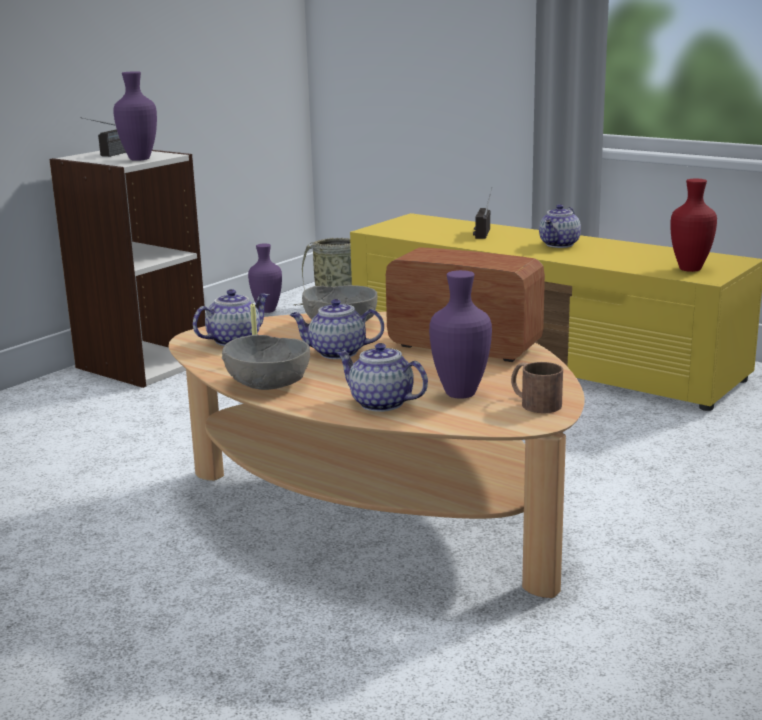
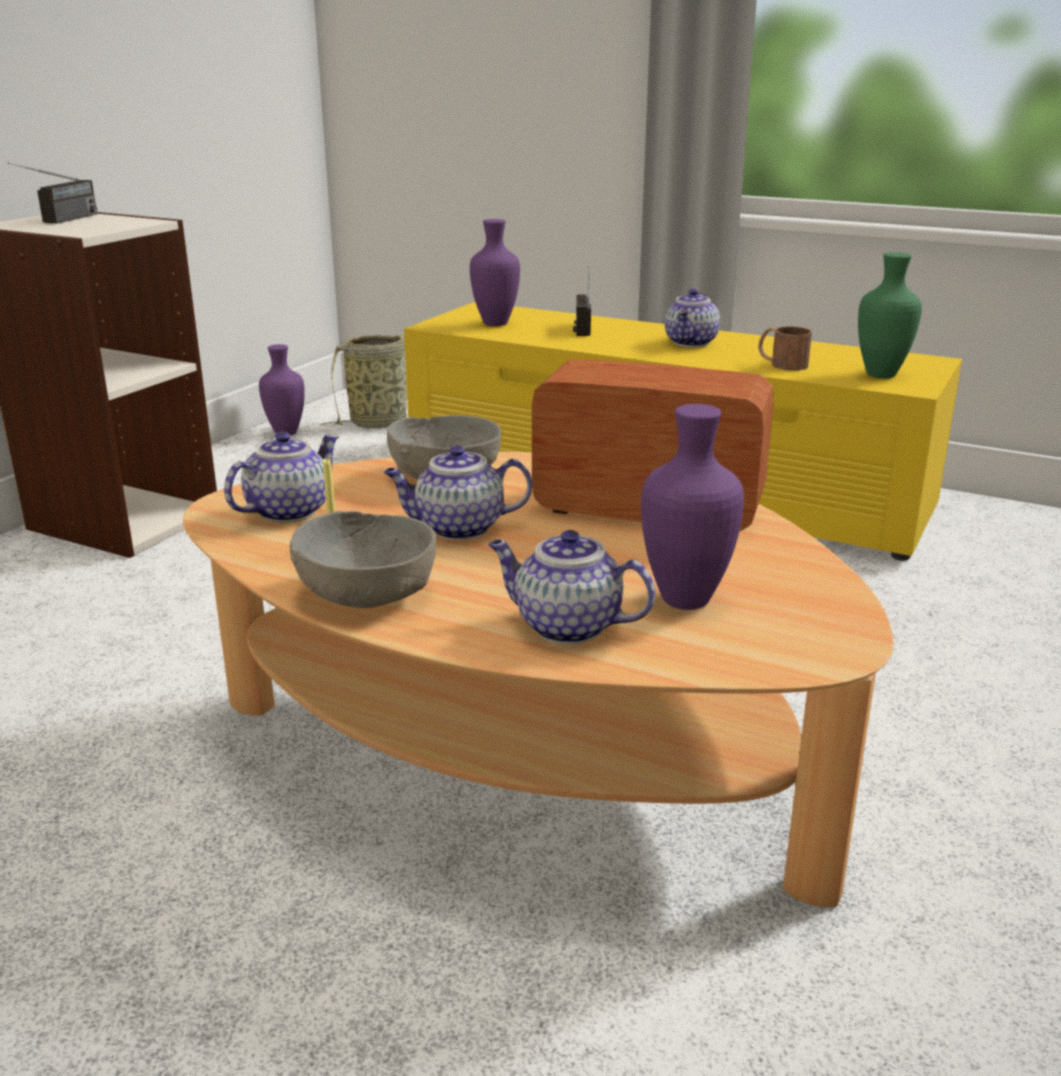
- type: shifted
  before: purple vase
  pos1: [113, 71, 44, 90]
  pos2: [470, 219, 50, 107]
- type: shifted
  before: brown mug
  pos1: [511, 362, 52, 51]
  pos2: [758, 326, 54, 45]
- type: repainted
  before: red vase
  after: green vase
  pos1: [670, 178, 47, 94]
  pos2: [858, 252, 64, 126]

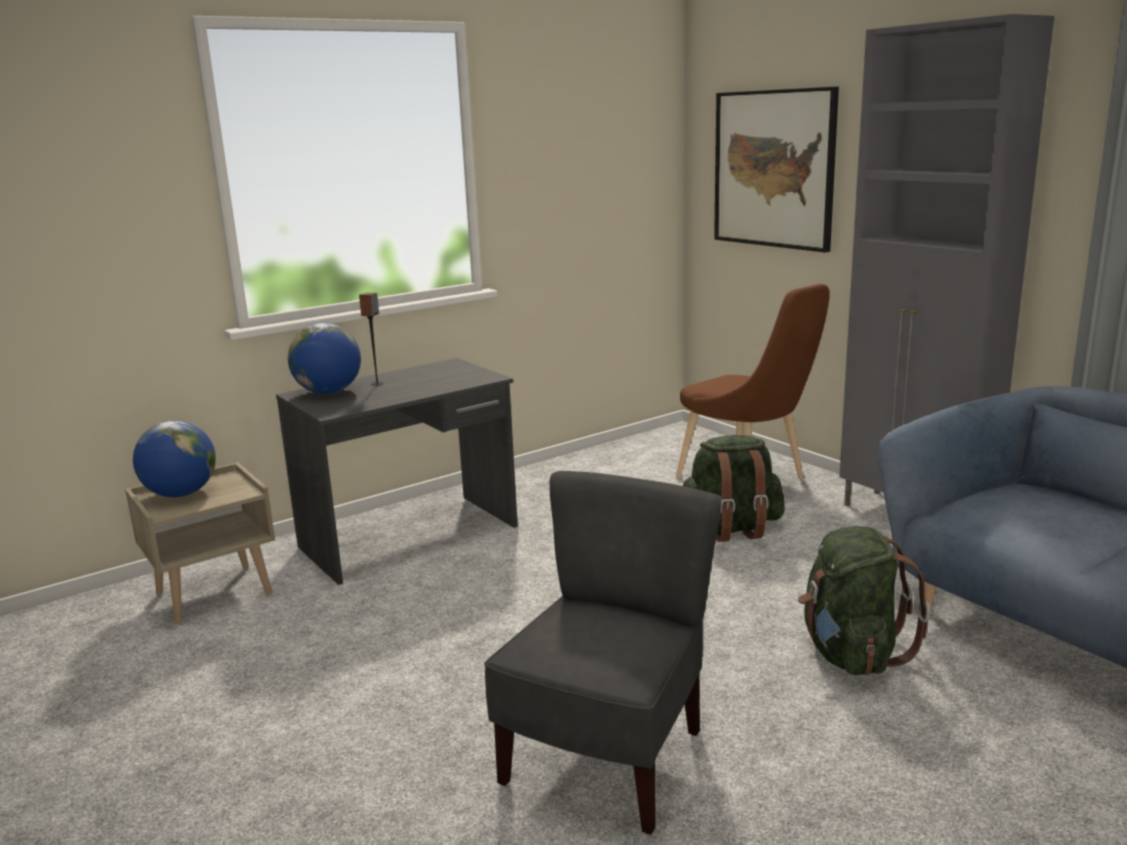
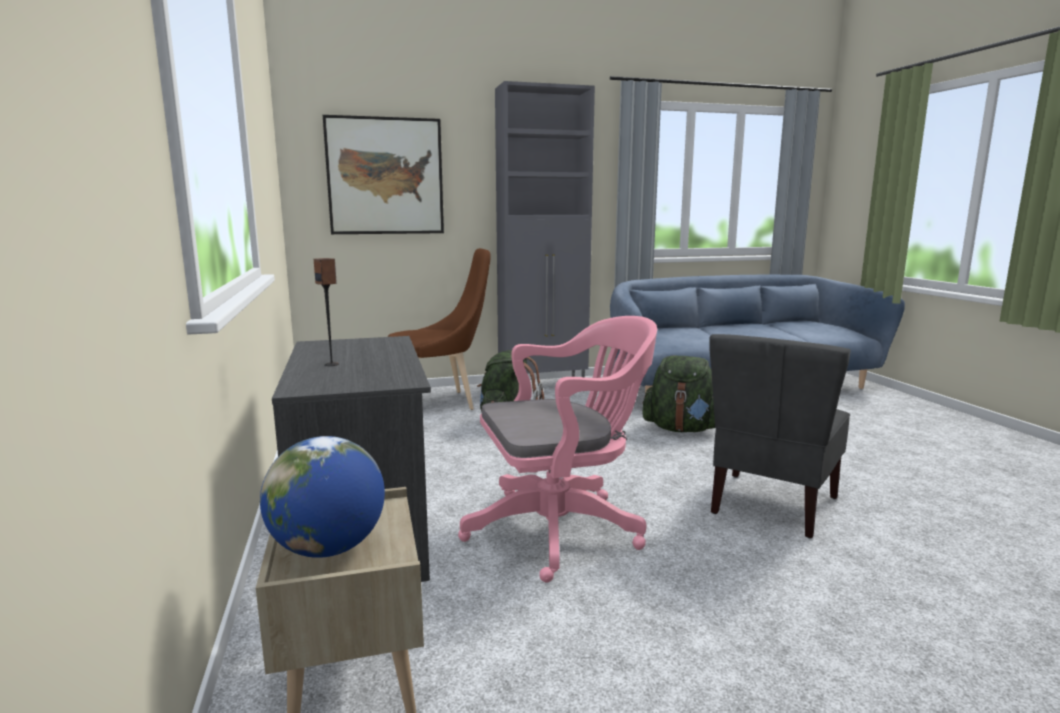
- type: gone
  before: globe
  pos1: [288, 323, 73, 71]
- type: new
  after: pink office chair
  pos2: [458, 316, 199, 267]
- type: rotated
  before: grey chair
  pos1: [484, 471, 238, 364]
  pos2: [709, 334, 142, 204]
  turn: -105

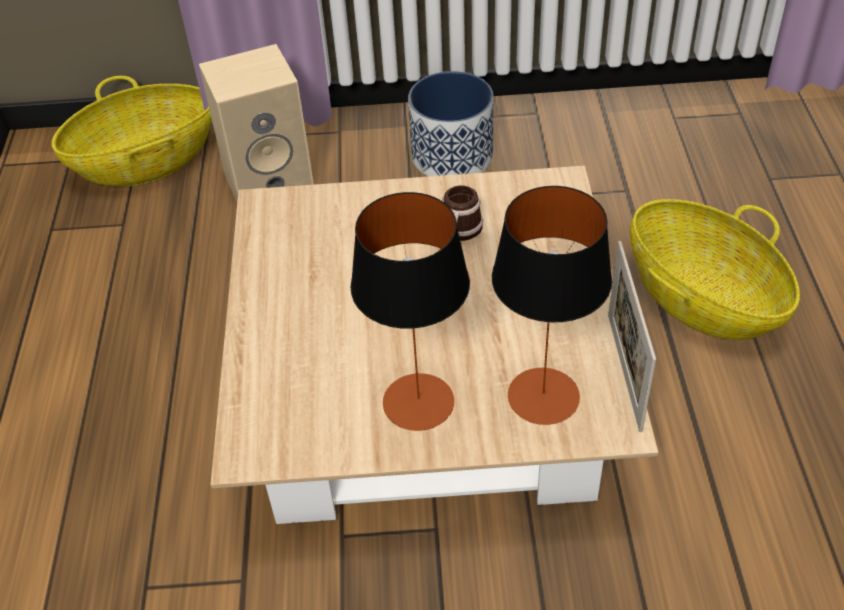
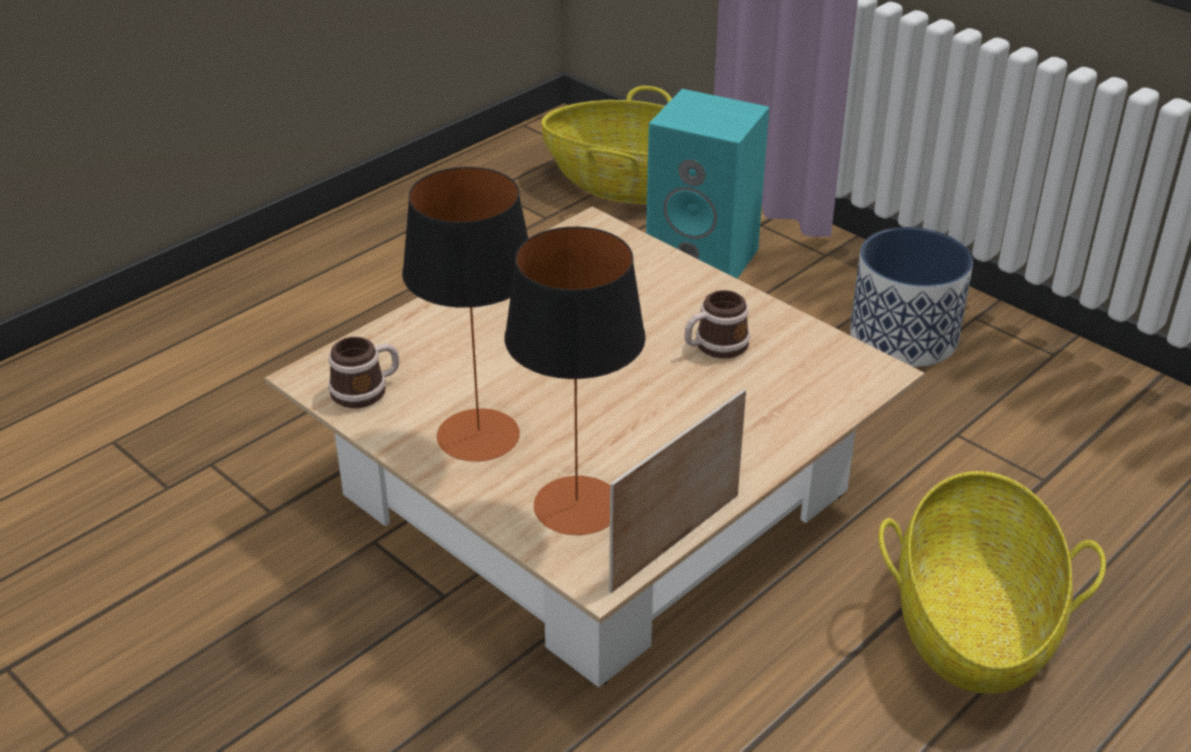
- type: new
  after: mug
  pos2: [328, 337, 72, 71]
- type: repainted
  before: beige speaker
  after: turquoise speaker
  pos1: [199, 44, 115, 157]
  pos2: [646, 89, 123, 190]

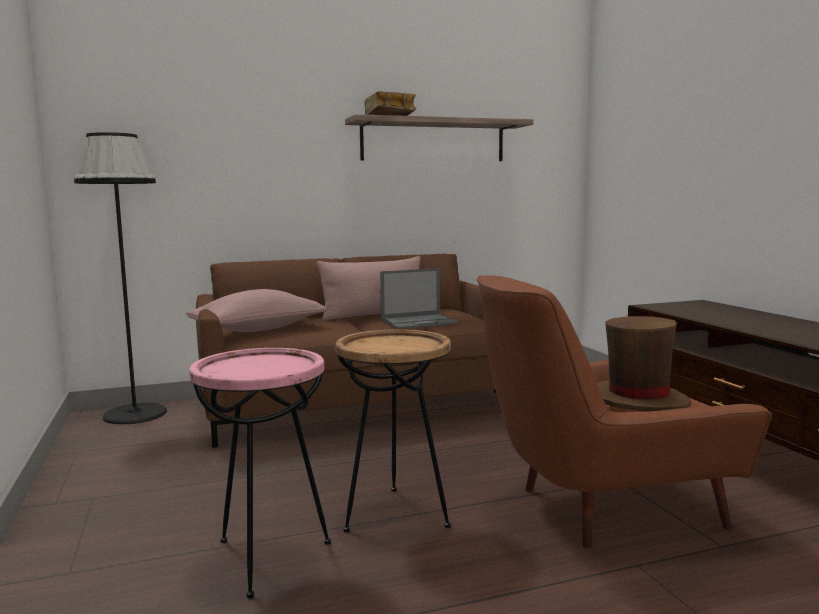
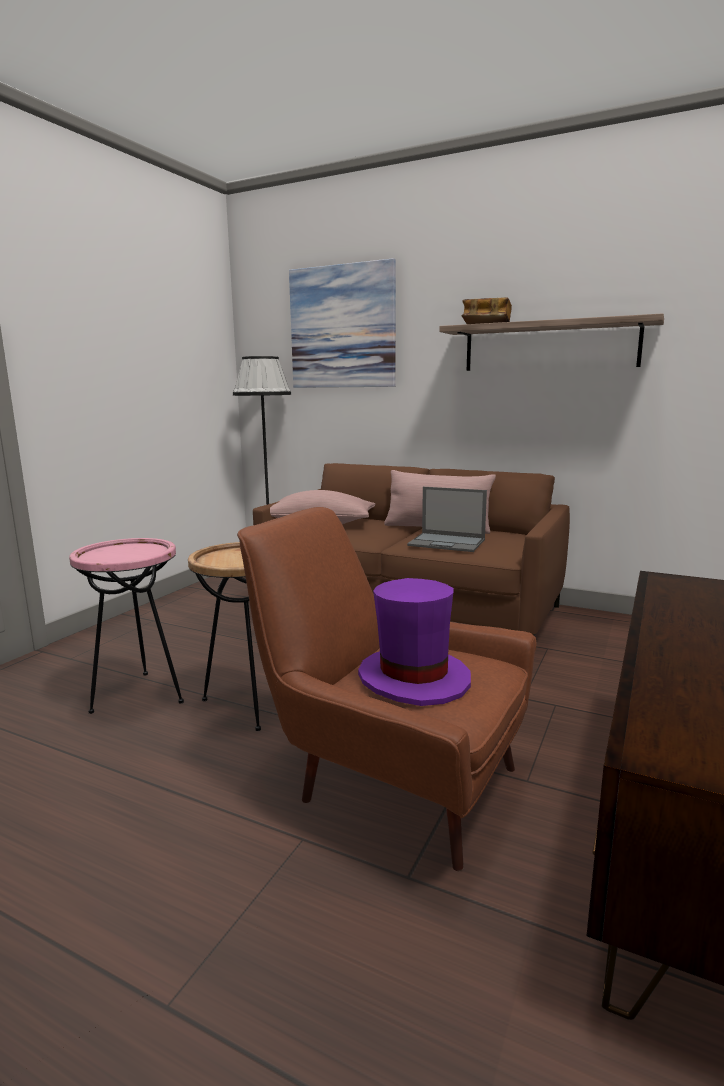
- type: new
  after: picture
  pos2: [289, 258, 107, 130]
- type: repainted
  before: brown hat
  after: purple hat
  pos1: [597, 316, 94, 96]
  pos2: [358, 578, 113, 128]

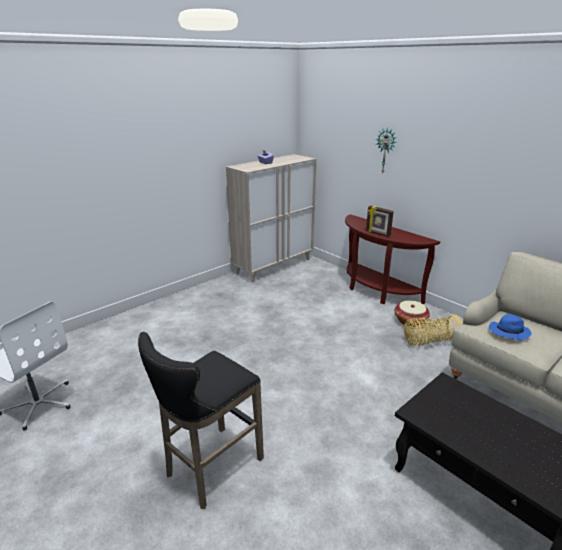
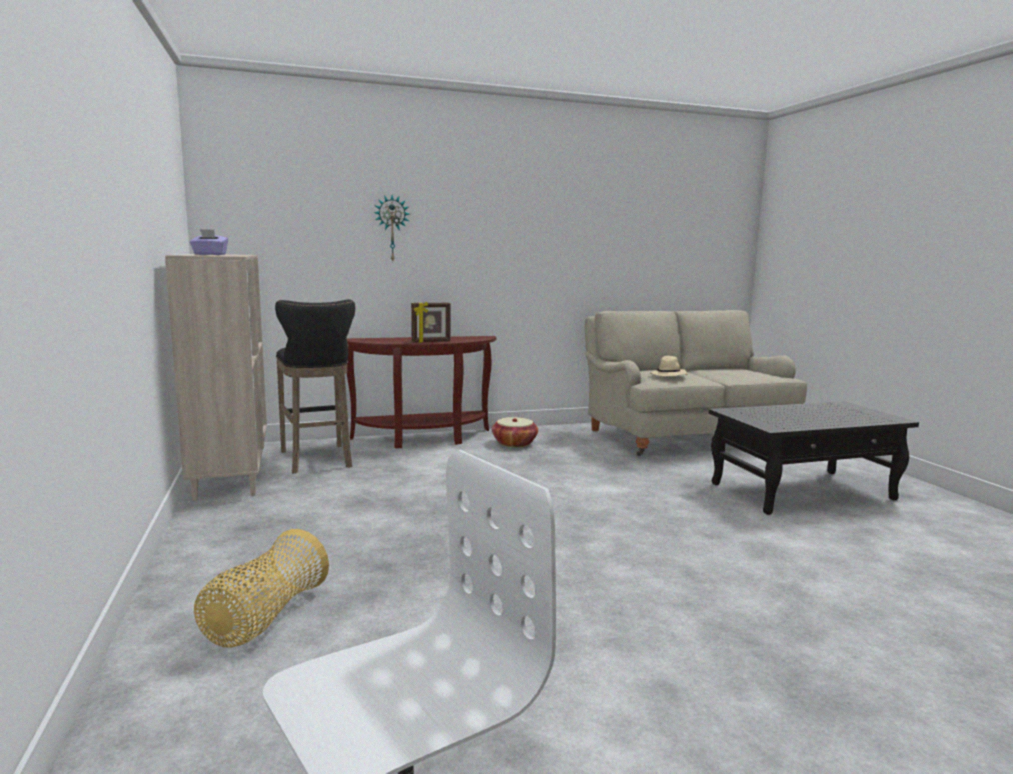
- type: shifted
  before: black stool
  pos1: [138, 332, 126, 177]
  pos2: [275, 300, 80, 174]
- type: shifted
  before: basket
  pos1: [404, 314, 58, 32]
  pos2: [194, 529, 135, 119]
- type: repainted
  before: blue hat
  after: beige hat
  pos1: [489, 314, 43, 27]
  pos2: [650, 356, 37, 20]

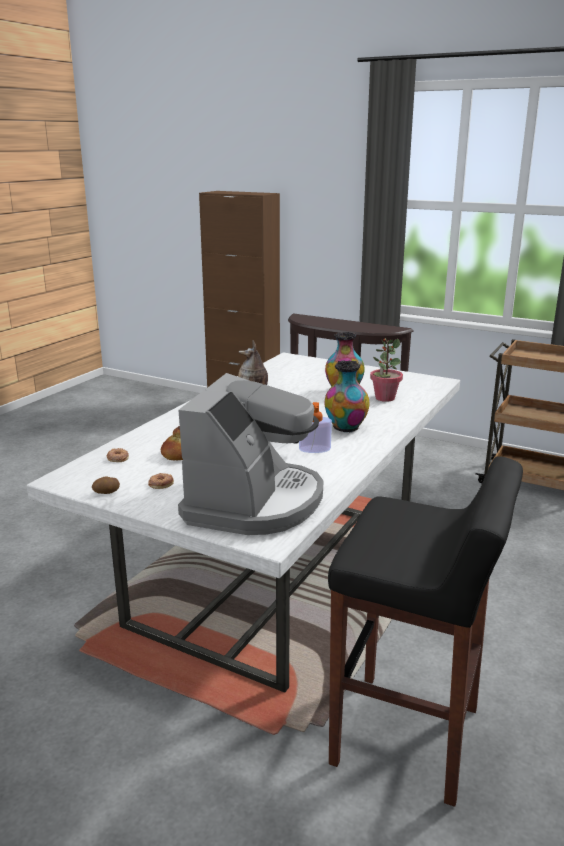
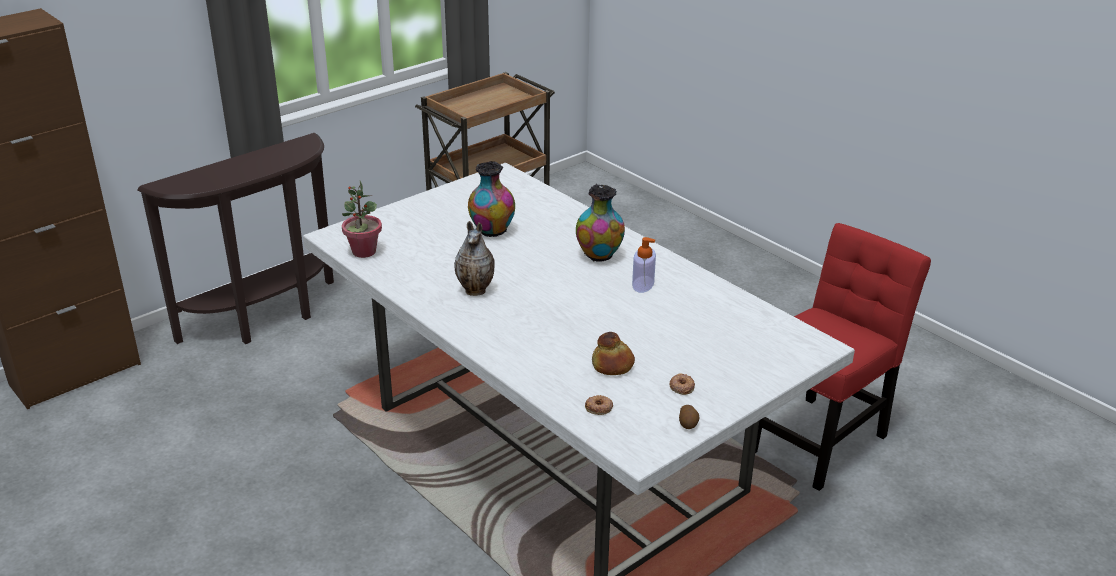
- type: gone
  before: coffee machine
  pos1: [178, 373, 145, 162]
- type: shifted
  before: potted plant
  pos1: [370, 338, 33, 64]
  pos2: [342, 181, 40, 77]
- type: swapped
  before: black stool
  after: red chair
  pos1: [328, 456, 195, 351]
  pos2: [755, 223, 176, 268]

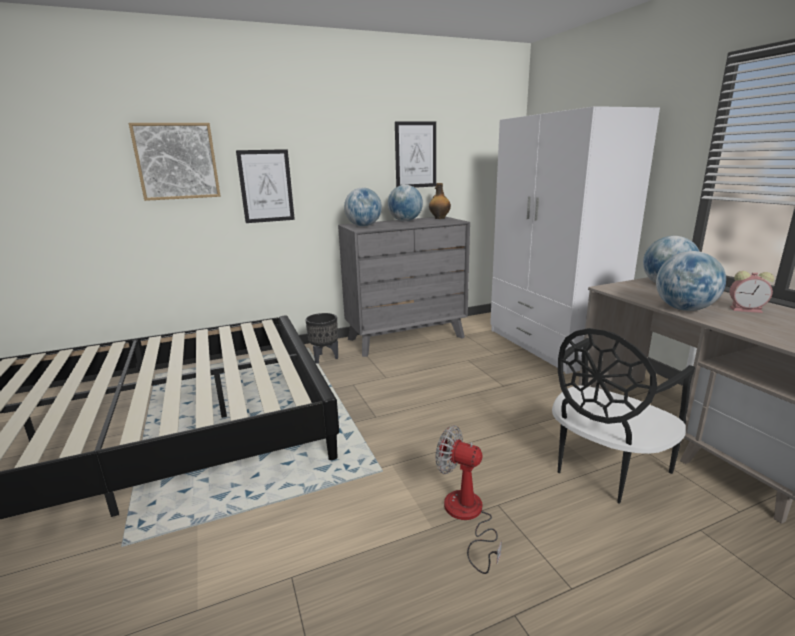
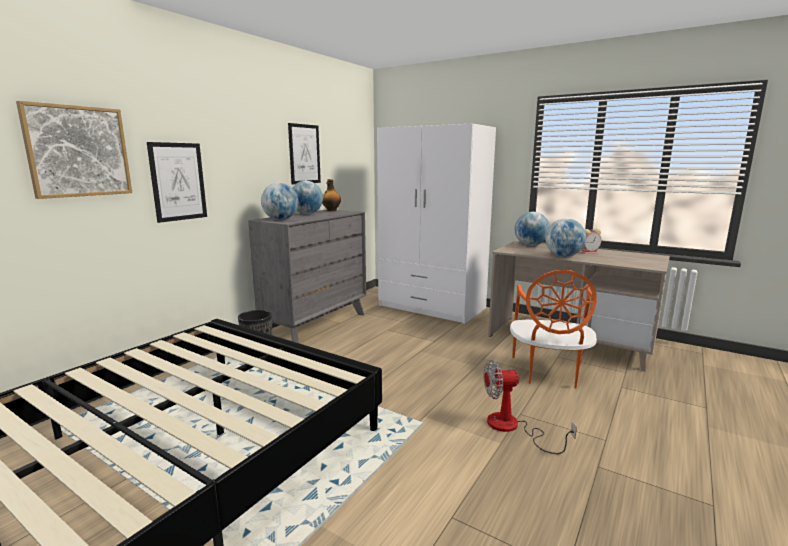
- type: repainted
  before: black chair
  after: orange chair
  pos1: [552, 328, 143, 175]
  pos2: [510, 270, 87, 118]

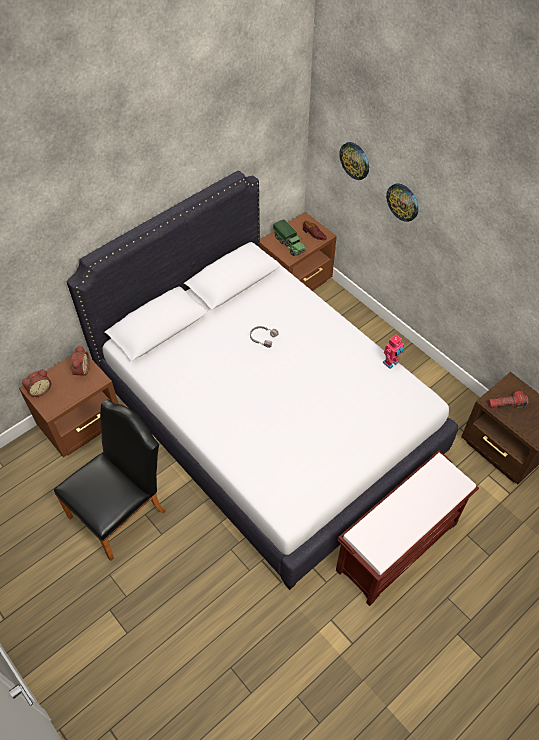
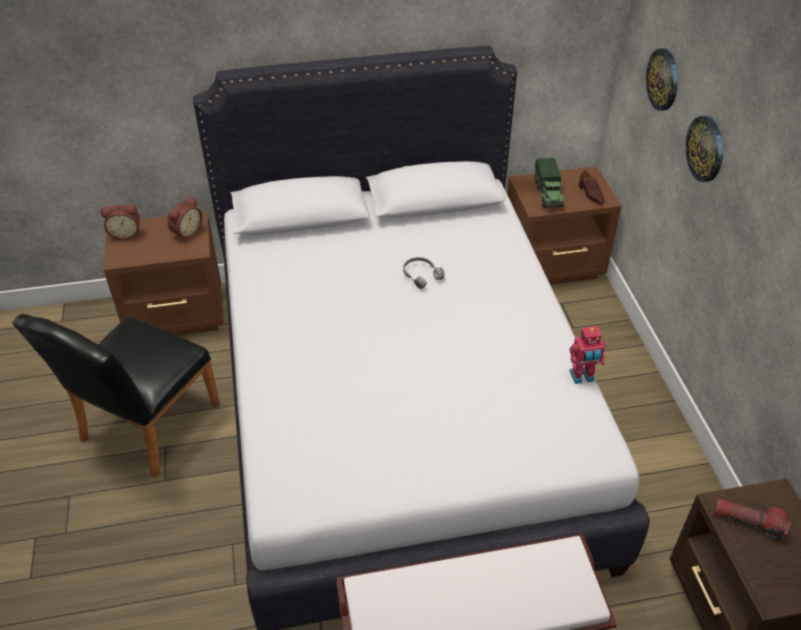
- type: rotated
  before: black chair
  pos1: [54, 399, 112, 162]
  pos2: [12, 314, 208, 164]
  turn: 135

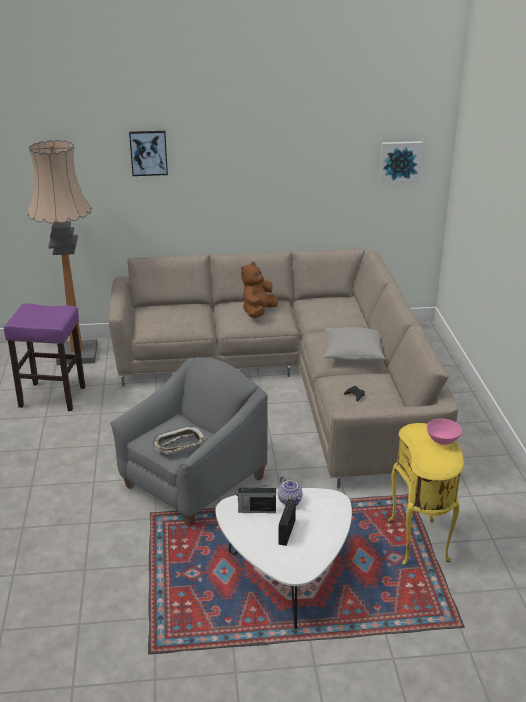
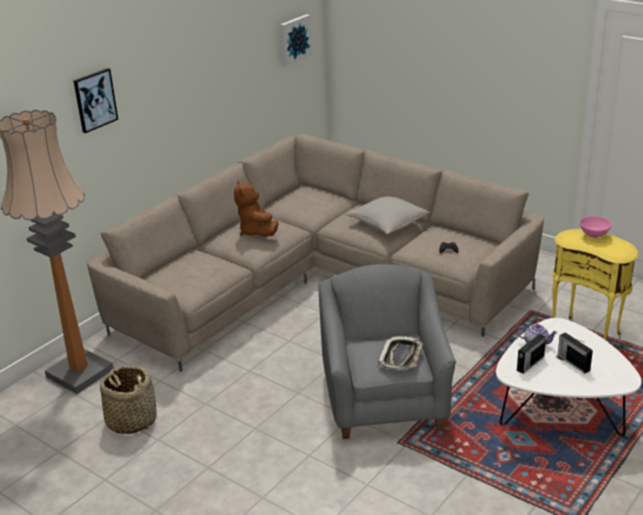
- type: swapped
  before: purple stool
  after: basket
  pos1: [4, 303, 81, 108]
  pos2: [100, 365, 57, 69]

